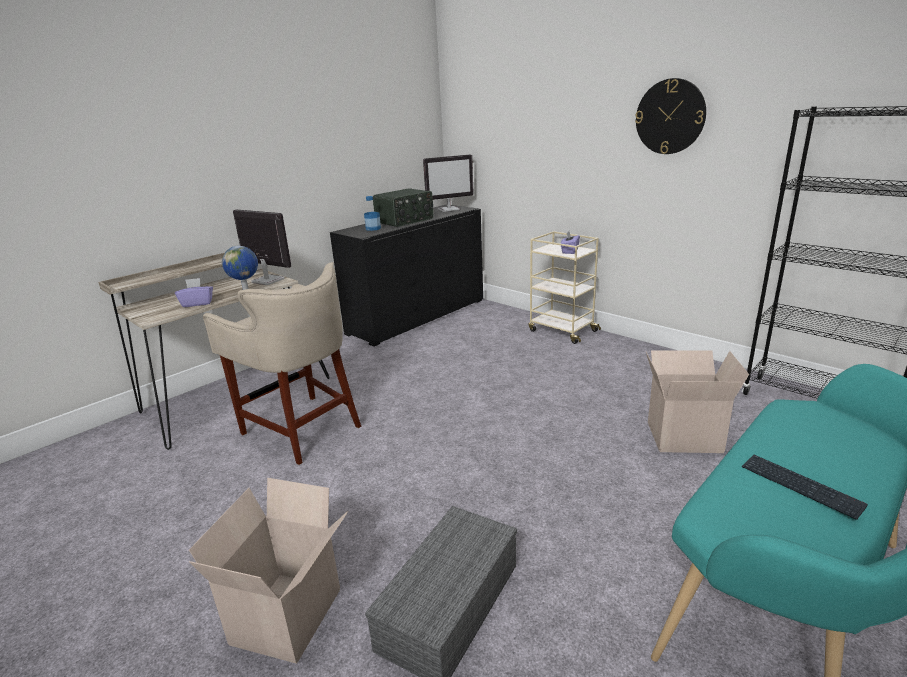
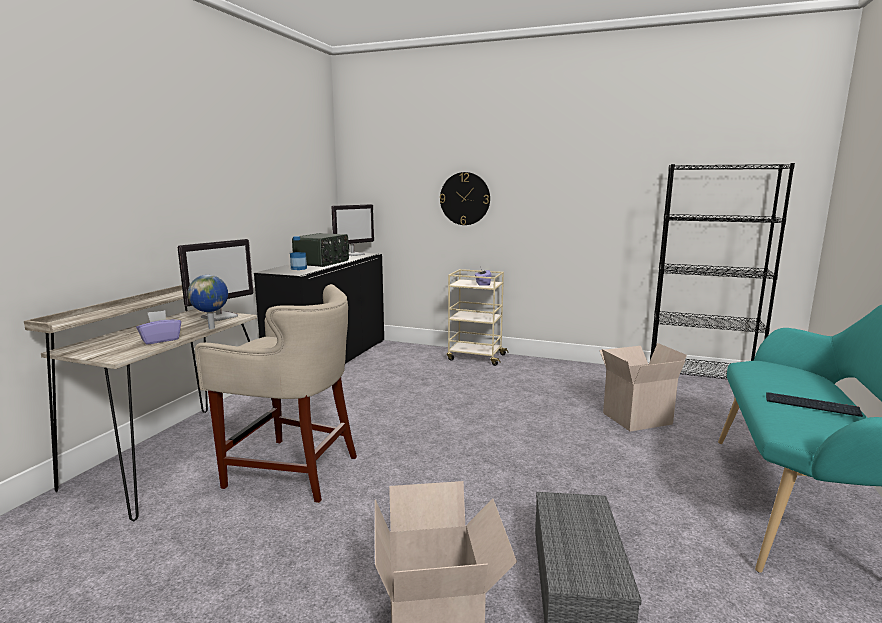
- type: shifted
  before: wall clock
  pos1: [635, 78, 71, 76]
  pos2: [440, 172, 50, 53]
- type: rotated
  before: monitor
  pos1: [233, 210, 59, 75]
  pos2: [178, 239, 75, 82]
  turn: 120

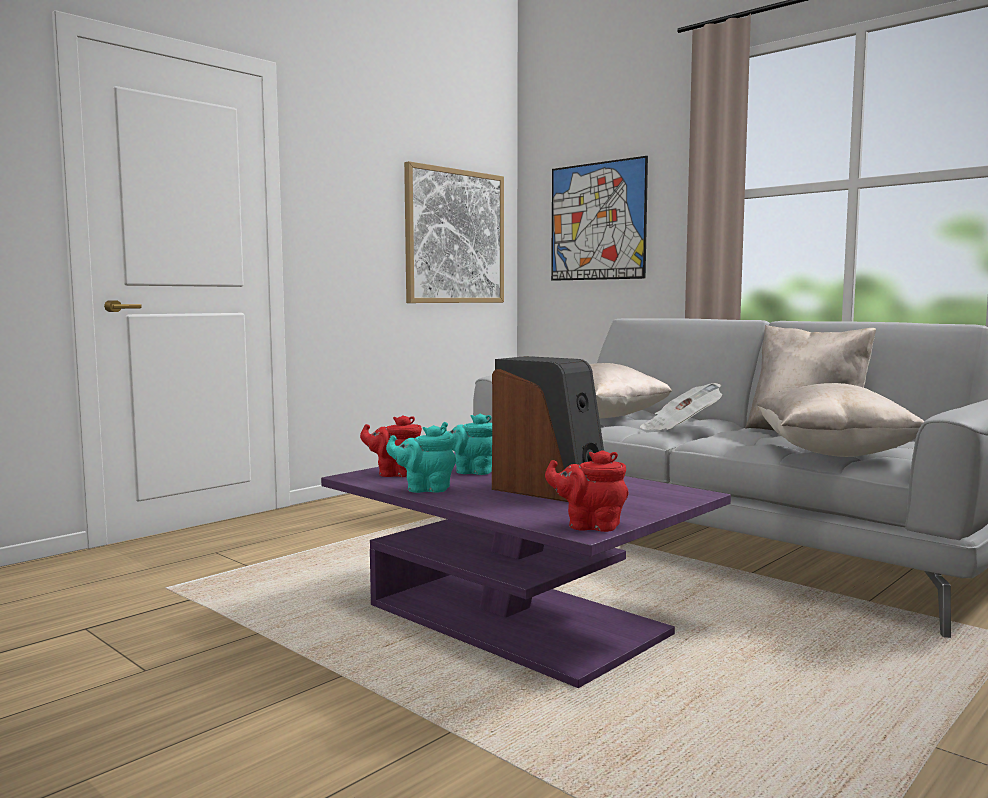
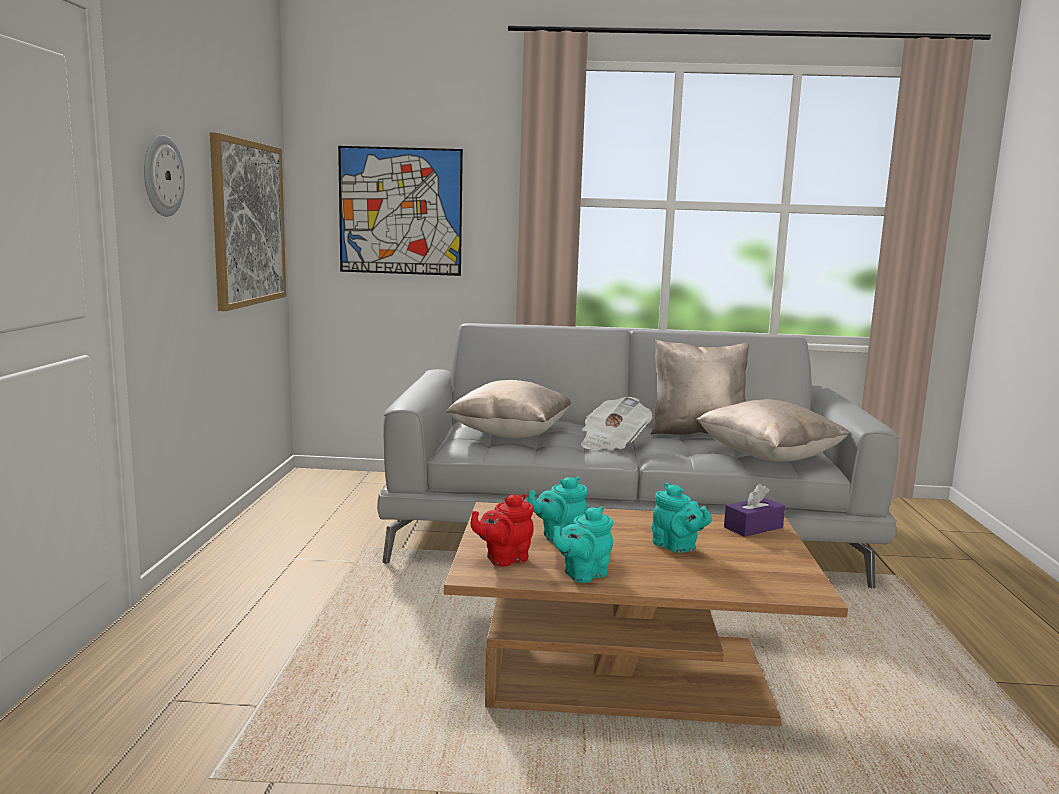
- type: gone
  before: red teapot
  pos1: [545, 450, 83, 82]
- type: new
  after: wall clock
  pos2: [144, 135, 41, 82]
- type: new
  after: purple tissue box
  pos2: [724, 484, 61, 53]
- type: swapped
  before: speaker
  after: turquoise teapot
  pos1: [492, 356, 112, 146]
  pos2: [652, 483, 60, 70]
- type: repainted
  before: purple coffee table
  after: brown coffee table
  pos1: [321, 452, 410, 236]
  pos2: [444, 502, 404, 224]

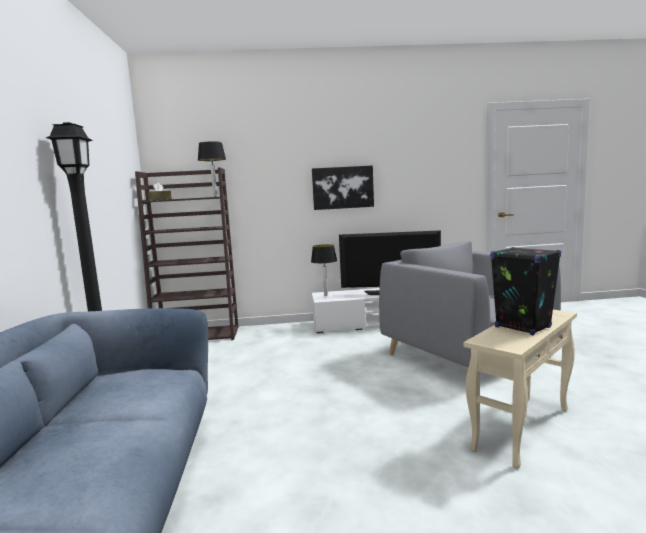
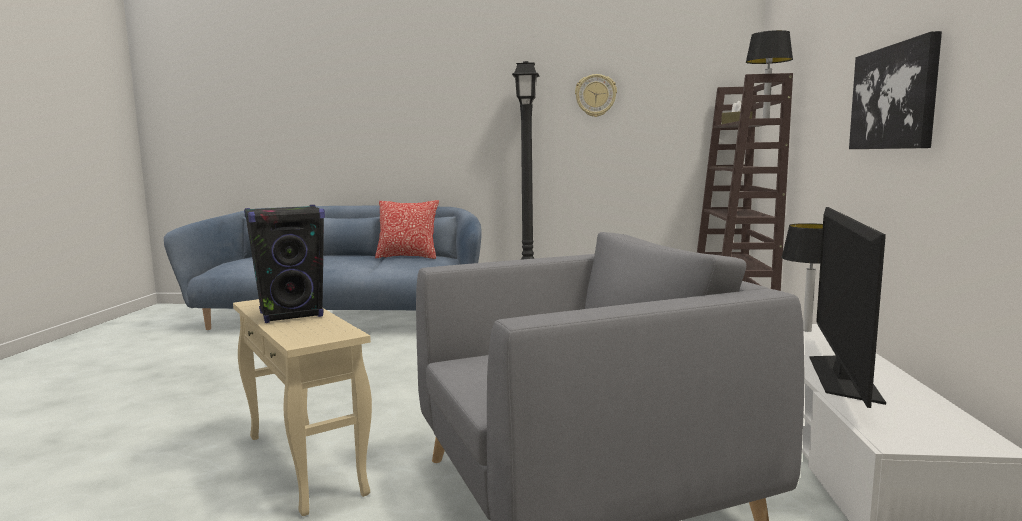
- type: new
  after: pillow
  pos2: [375, 200, 64, 59]
- type: new
  after: wall clock
  pos2: [575, 74, 42, 43]

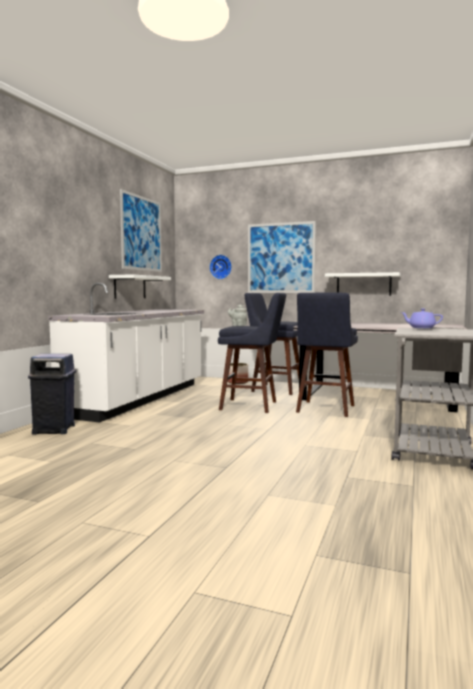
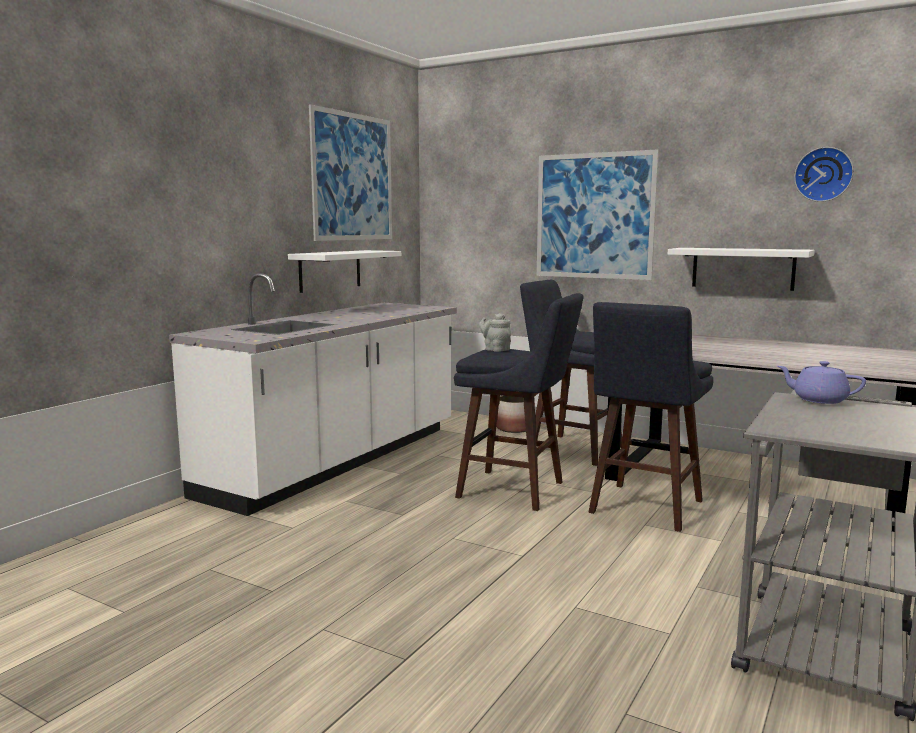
- type: gone
  before: blue trash can
  pos1: [28, 354, 48, 81]
- type: shifted
  before: wall clock
  pos1: [209, 255, 23, 24]
  pos2: [794, 147, 60, 55]

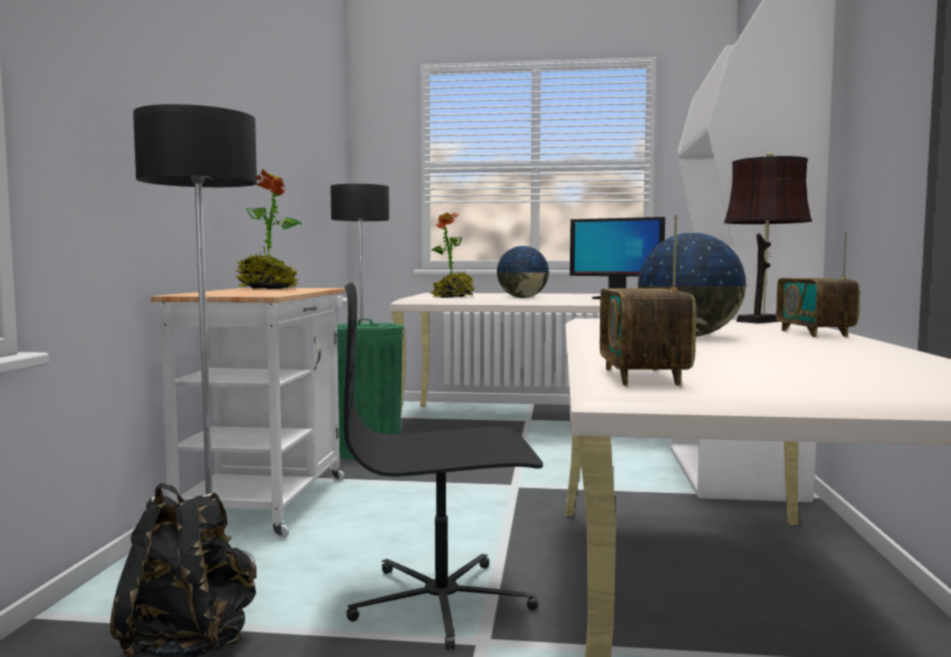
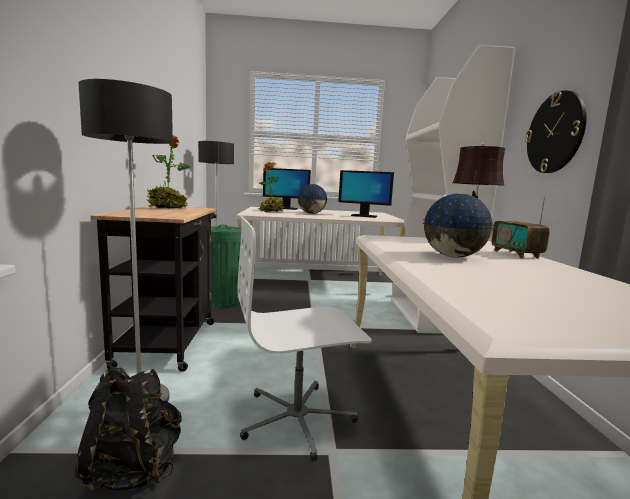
- type: gone
  before: radio
  pos1: [600, 215, 96, 171]
- type: new
  after: monitor
  pos2: [263, 168, 48, 42]
- type: new
  after: wall clock
  pos2: [525, 90, 62, 83]
- type: repainted
  before: white cart
  after: black cart
  pos1: [150, 288, 198, 251]
  pos2: [91, 206, 125, 166]
- type: repainted
  before: black office chair
  after: white office chair
  pos1: [344, 283, 199, 367]
  pos2: [237, 216, 135, 245]

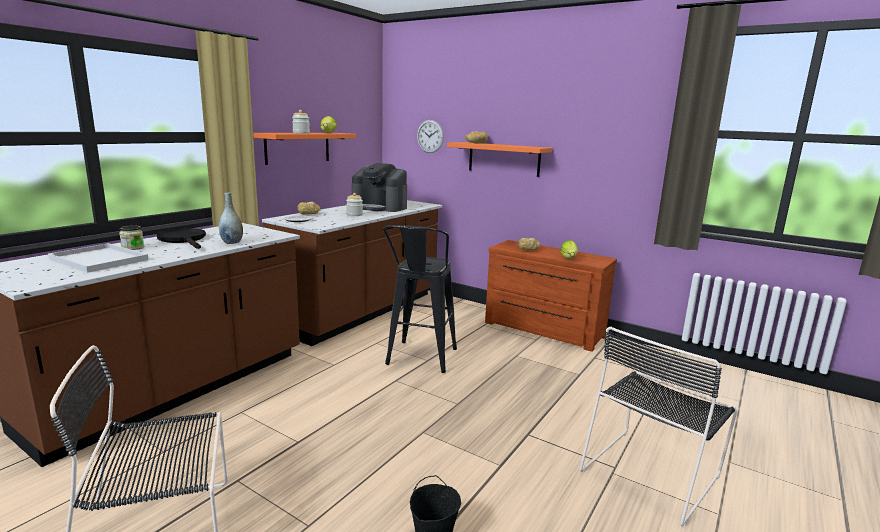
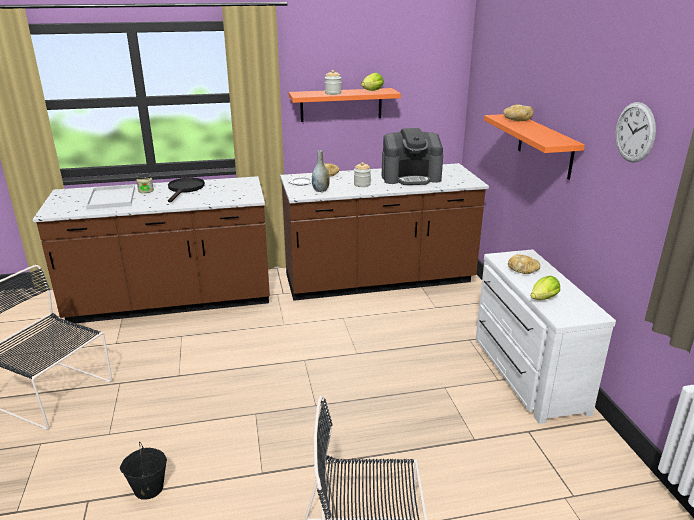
- type: gone
  before: black stool
  pos1: [383, 225, 74, 148]
- type: shifted
  before: grey vase
  pos1: [219, 192, 24, 52]
  pos2: [312, 150, 18, 42]
- type: shifted
  before: wall clock
  pos1: [417, 120, 27, 33]
  pos2: [615, 102, 41, 61]
- type: repainted
  before: brown dresser
  after: white dresser
  pos1: [485, 240, 132, 112]
  pos2: [476, 249, 140, 175]
- type: rotated
  before: coffee machine
  pos1: [352, 163, 55, 49]
  pos2: [382, 128, 61, 57]
  turn: -75

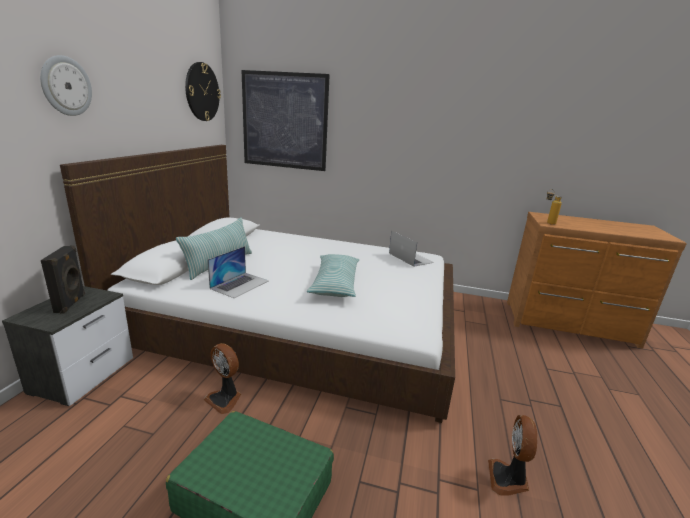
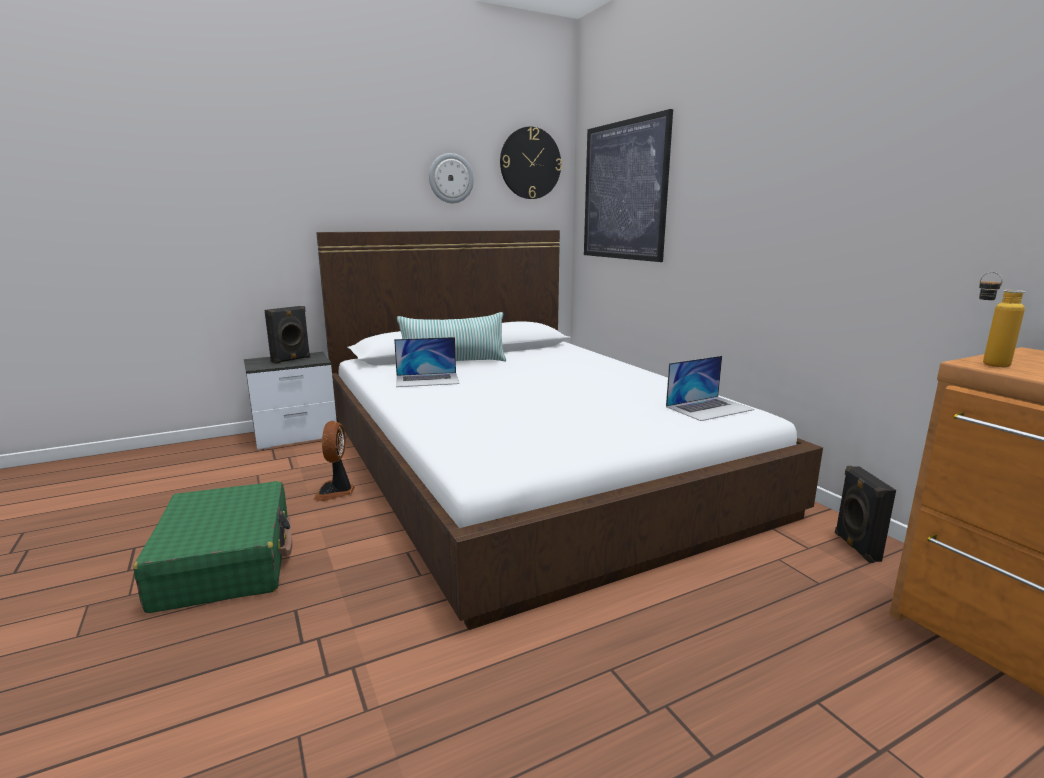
- type: gone
  before: pillow
  pos1: [307, 254, 52, 43]
- type: gone
  before: fan
  pos1: [488, 415, 49, 81]
- type: new
  after: black speaker
  pos2: [835, 466, 61, 97]
- type: shifted
  before: wall clock
  pos1: [40, 55, 52, 61]
  pos2: [429, 153, 45, 50]
- type: rotated
  before: laptop
  pos1: [389, 231, 45, 36]
  pos2: [666, 356, 88, 65]
  turn: 45

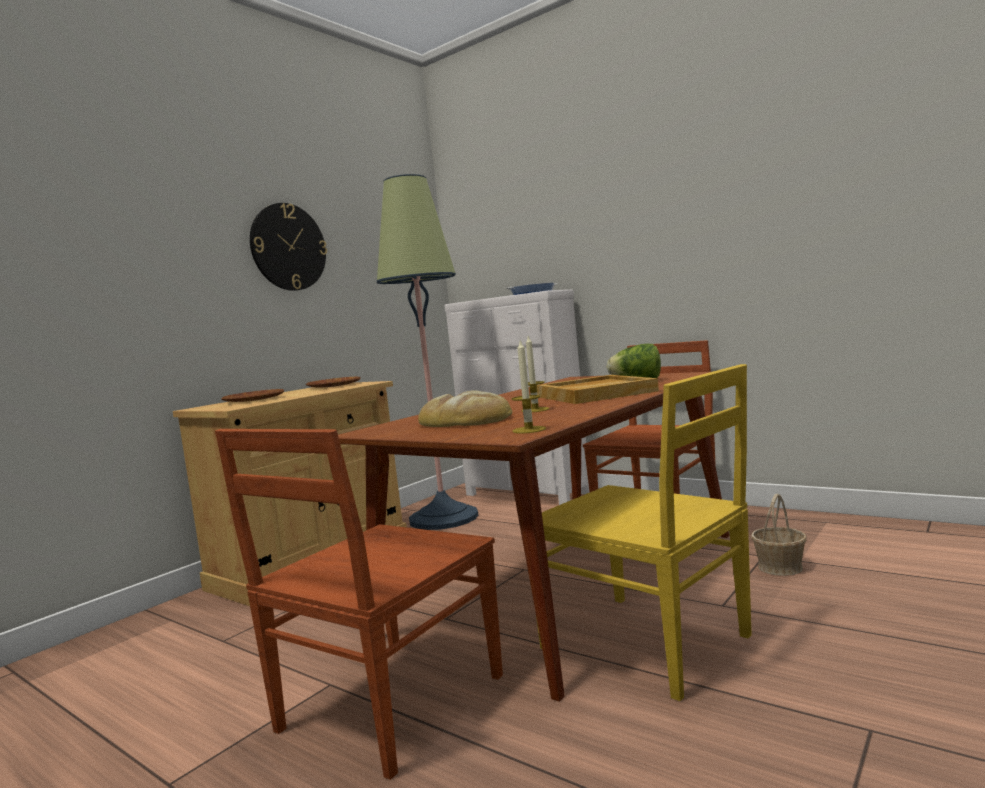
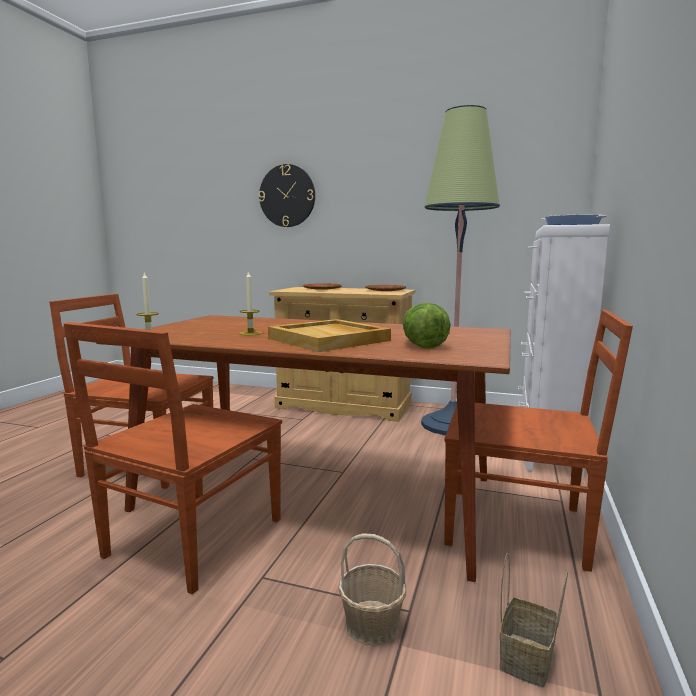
- type: gone
  before: bread
  pos1: [418, 390, 94, 37]
- type: new
  after: basket
  pos2: [500, 553, 68, 135]
- type: shifted
  before: wall clock
  pos1: [250, 203, 77, 88]
  pos2: [259, 164, 56, 63]
- type: repainted
  before: yellow chair
  after: brown chair
  pos1: [536, 364, 216, 337]
  pos2: [64, 322, 218, 272]

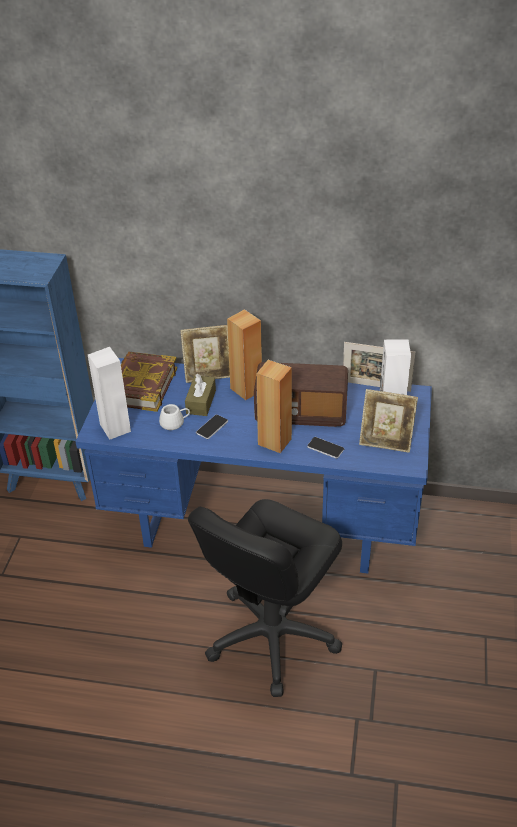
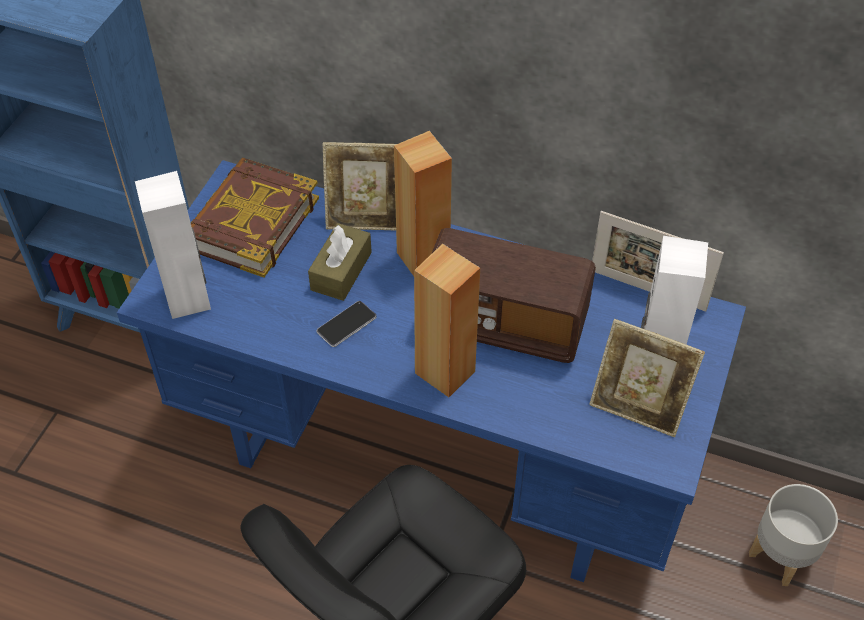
- type: gone
  before: white mug
  pos1: [159, 404, 31, 26]
- type: gone
  before: phone
  pos1: [307, 437, 37, 22]
- type: new
  after: grey planter
  pos2: [749, 484, 89, 102]

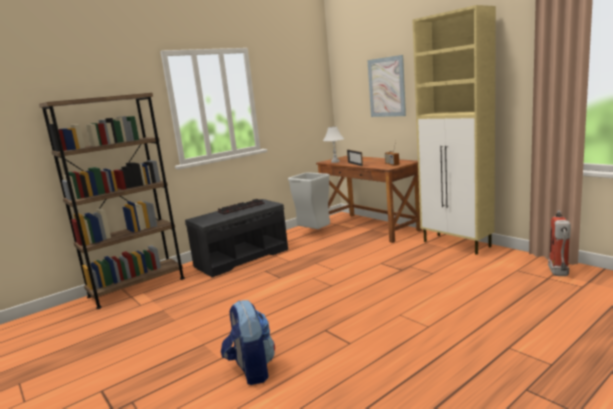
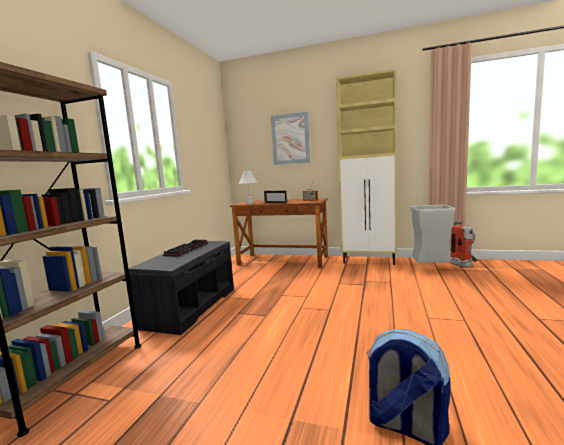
- type: shifted
  before: grey trash can
  pos1: [288, 172, 42, 57]
  pos2: [410, 205, 45, 58]

